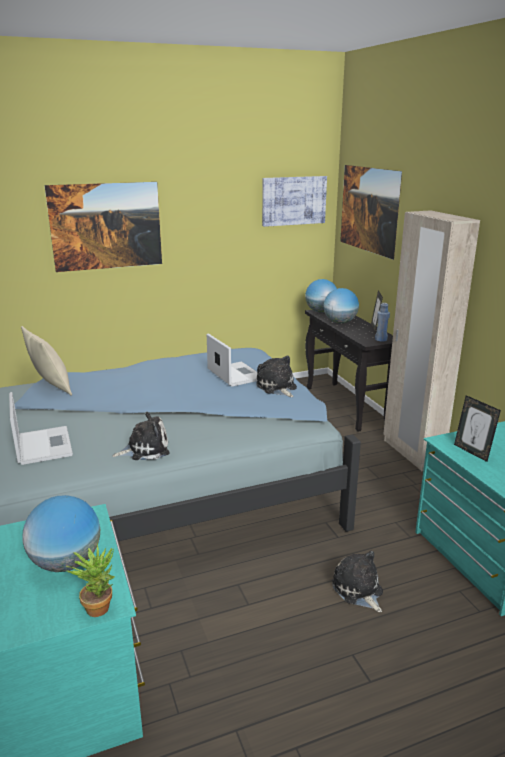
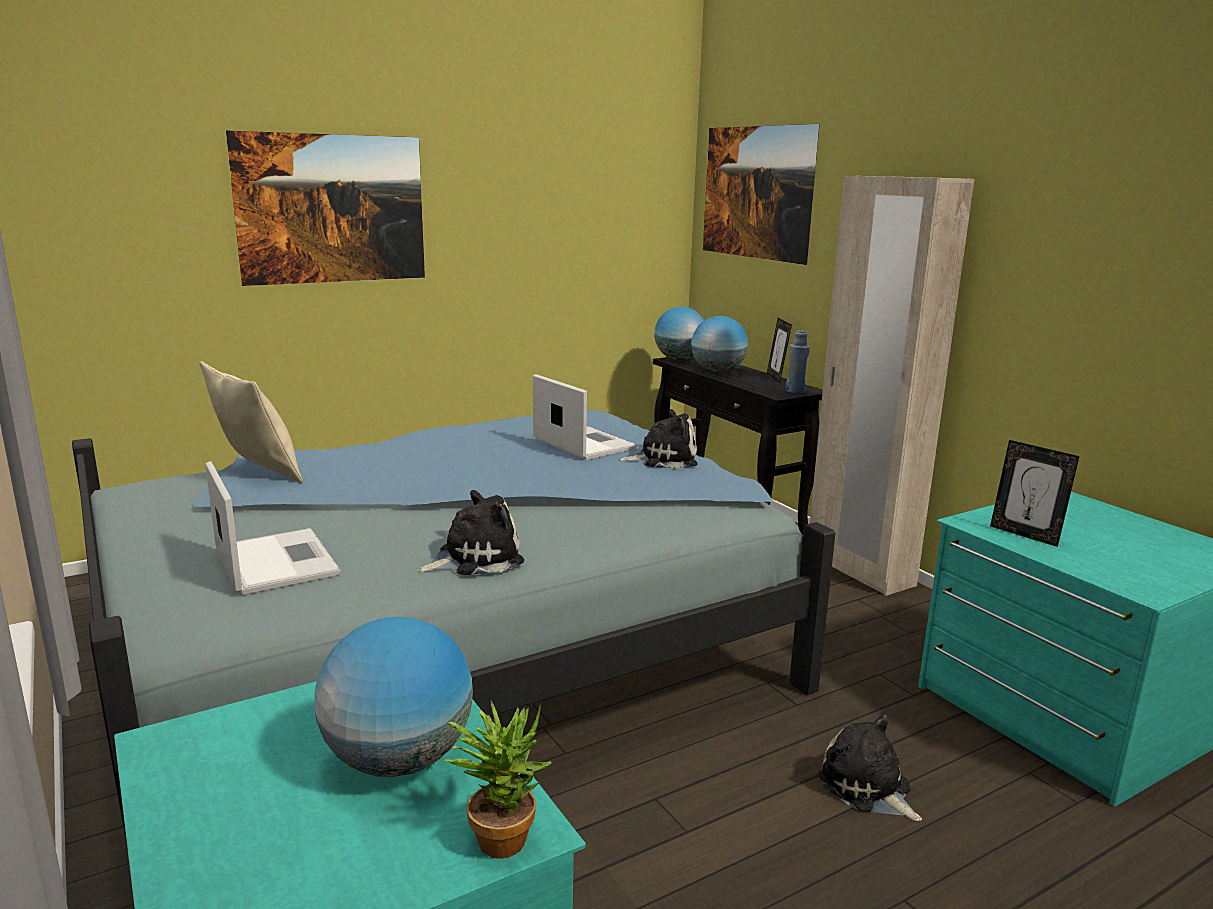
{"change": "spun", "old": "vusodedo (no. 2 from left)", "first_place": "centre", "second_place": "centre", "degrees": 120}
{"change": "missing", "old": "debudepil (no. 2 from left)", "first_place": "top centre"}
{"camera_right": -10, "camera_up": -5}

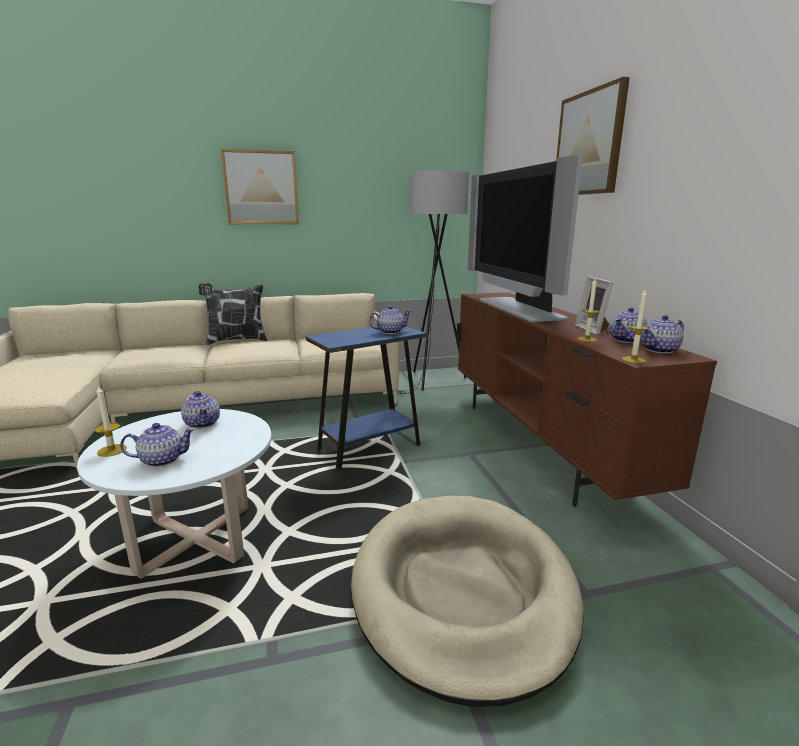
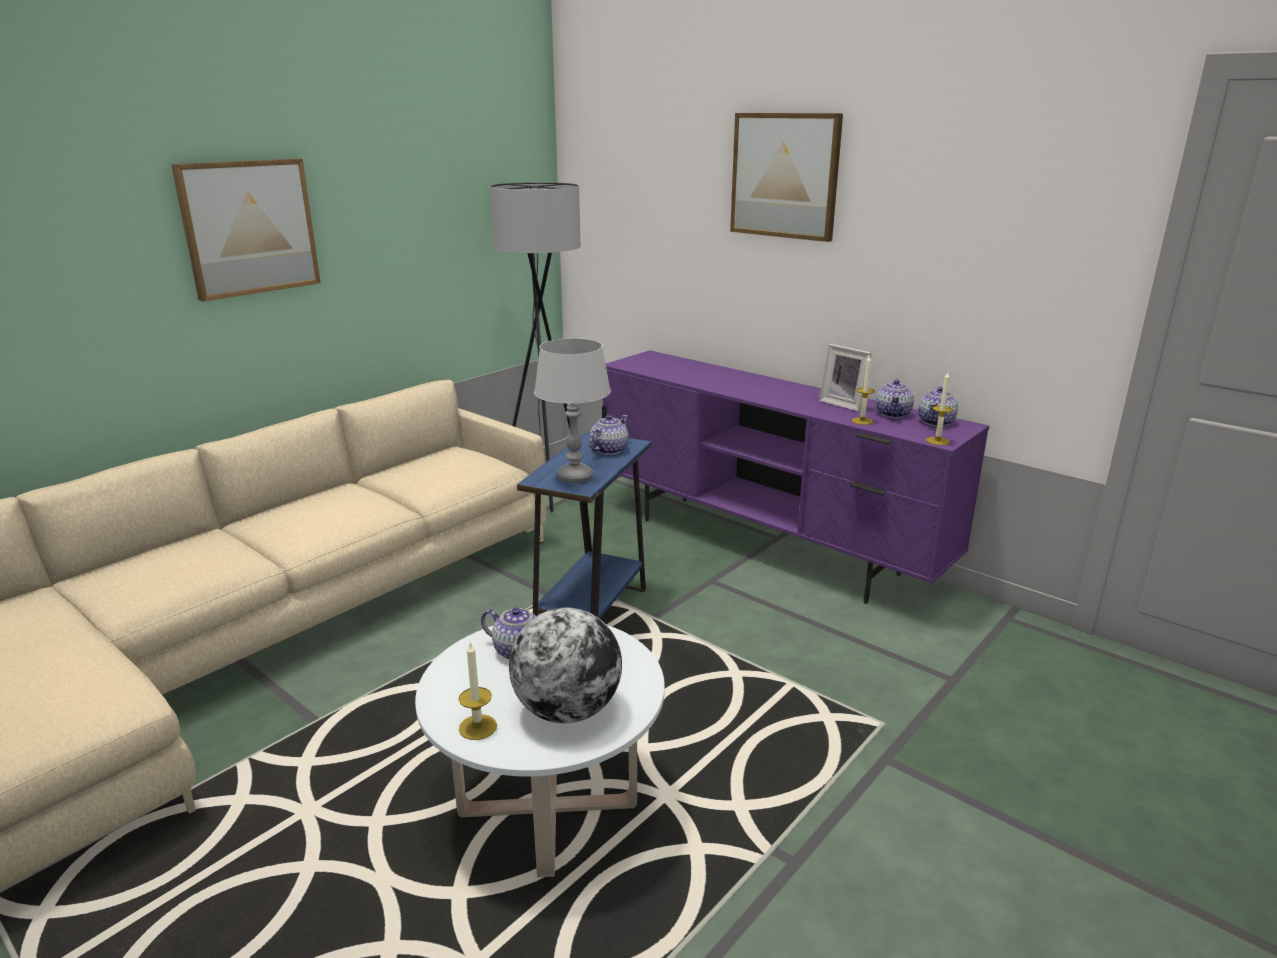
{"change": "exchanged", "old": "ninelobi (no. 1 from left)", "new": "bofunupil", "first_place": "middle left", "second_place": "bottom centre"}
{"change": "appeared", "new": "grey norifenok", "second_place": "centre"}
{"change": "colour", "old": "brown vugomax", "new": "purple vugomax", "first_place": "middle right", "second_place": "centre"}
{"change": "missing", "old": "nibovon", "first_place": "middle left"}
{"change": "missing", "old": "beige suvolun", "first_place": "bottom centre"}
{"change": "missing", "old": "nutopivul", "first_place": "top centre"}
{"camera_right": -35, "camera_up": 5}

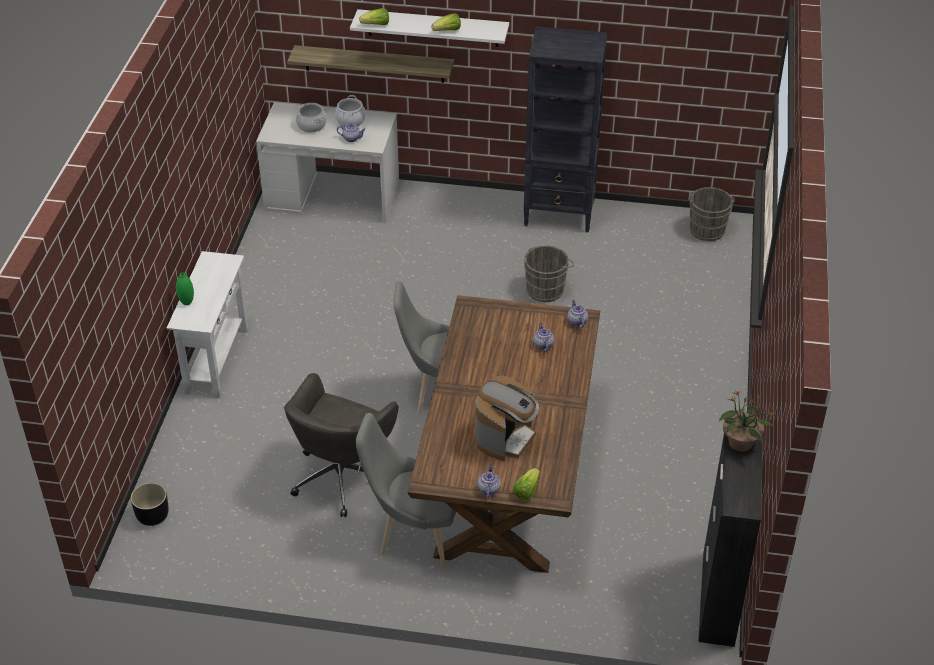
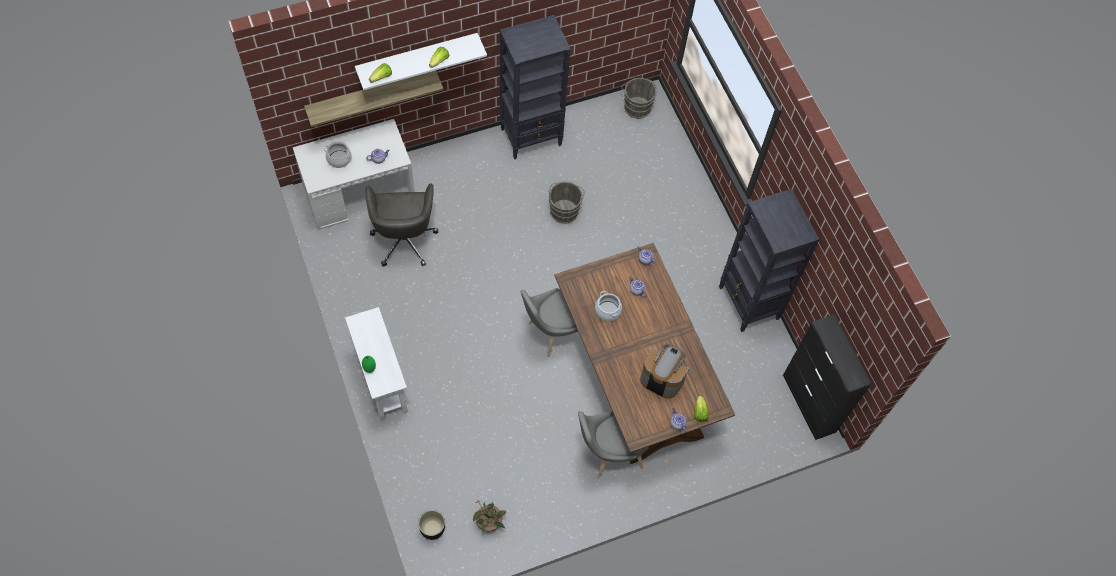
{"change": "relocated", "old": "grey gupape", "first_place": "bottom centre", "second_place": "centre"}
{"change": "relocated", "old": "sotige", "first_place": "middle right", "second_place": "bottom centre"}
{"change": "relocated", "old": "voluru (no. 2 from left)", "first_place": "top centre", "second_place": "centre"}
{"change": "spun", "old": "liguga", "first_place": "centre", "second_place": "centre", "degrees": -60}
{"change": "appeared", "new": "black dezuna (no. 2 from left)", "second_place": "middle right"}
{"camera_right": -35, "camera_up": 20}

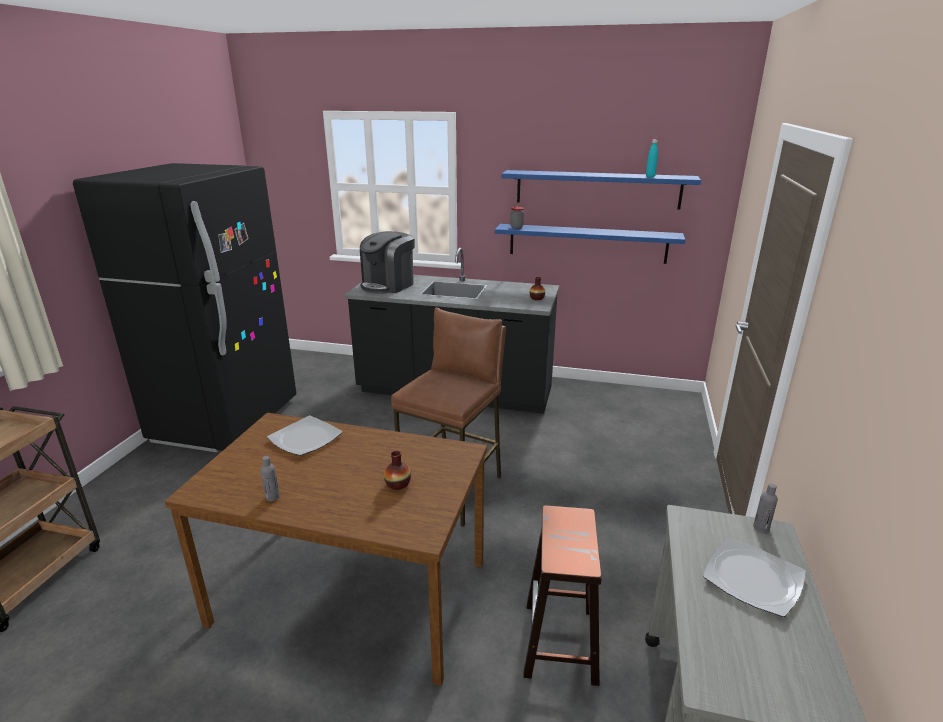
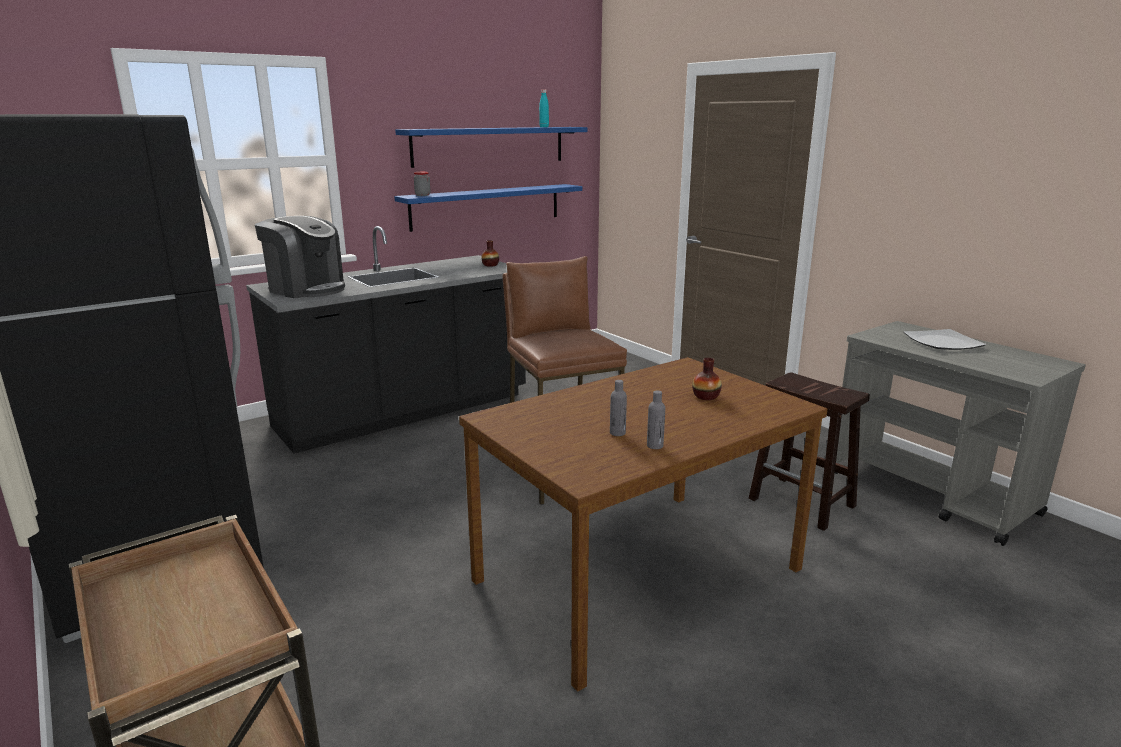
{"change": "spun", "old": "liguga", "first_place": "centre", "second_place": "middle left", "degrees": -45}
{"change": "relocated", "old": "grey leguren (no. 2 from left in the first image)", "new": "grey leguren (no. 1 from left)", "first_place": "bottom right", "second_place": "centre"}
{"change": "missing", "old": "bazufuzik (no. 1 from left)", "first_place": "middle left"}
{"camera_right": -50, "camera_up": -5}

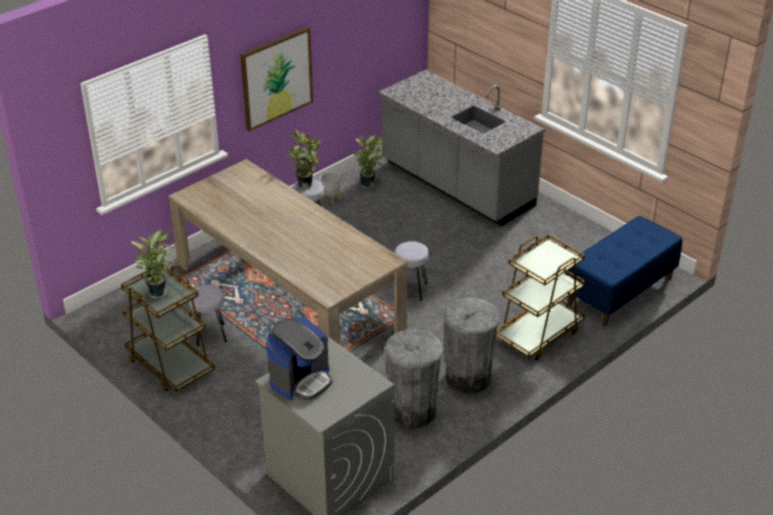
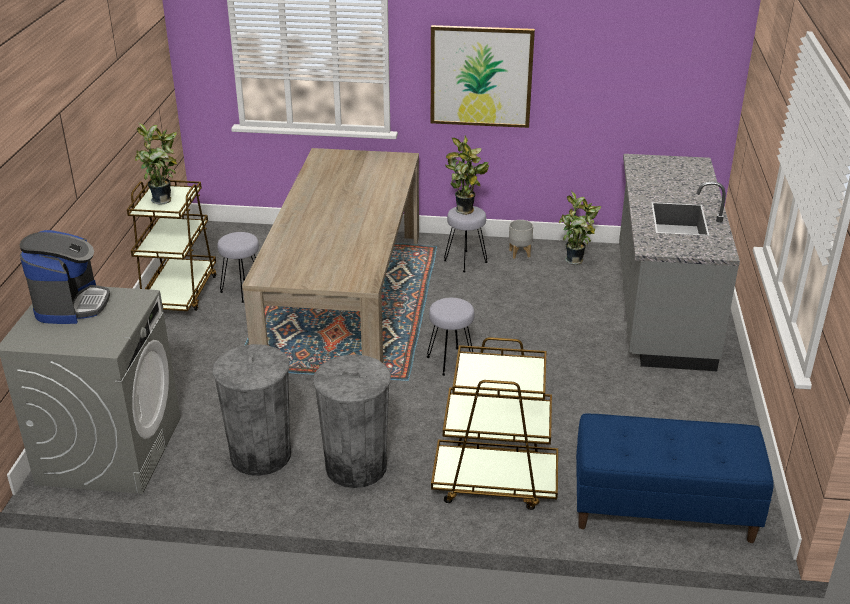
{"change": "spun", "old": "liguga", "first_place": "bottom centre", "second_place": "middle left", "degrees": -90}
{"camera_right": 50, "camera_up": -5}

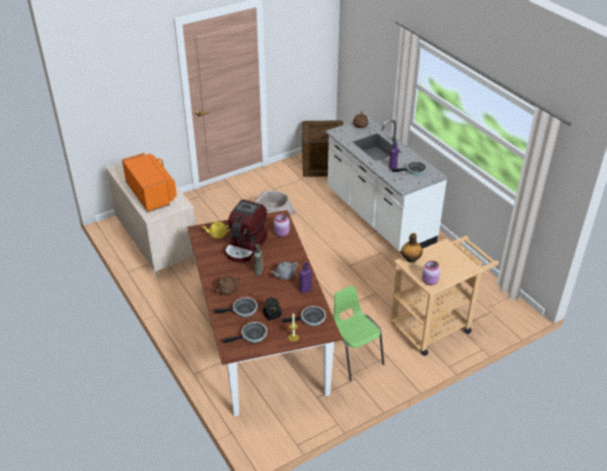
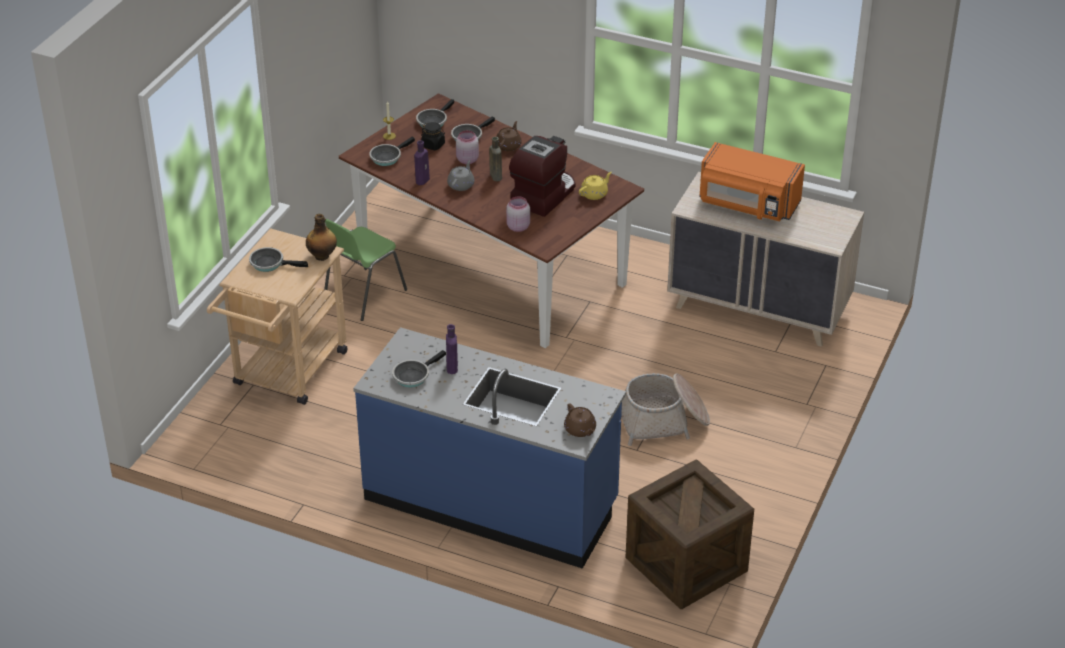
{"change": "appeared", "new": "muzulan (no. 1 from left)", "second_place": "middle left"}
{"change": "spun", "old": "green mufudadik", "first_place": "bottom centre", "second_place": "centre", "degrees": 105}
{"change": "colour", "old": "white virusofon", "new": "blue virusofon", "first_place": "centre", "second_place": "bottom centre"}
{"change": "relocated", "old": "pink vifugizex (no. 2 from left in the first image)", "new": "pink vifugizex (no. 1 from left)", "first_place": "middle right", "second_place": "top centre"}
{"change": "spun", "old": "liguga", "first_place": "centre", "second_place": "top centre", "degrees": 45}
{"camera_right": 145, "camera_up": 0}

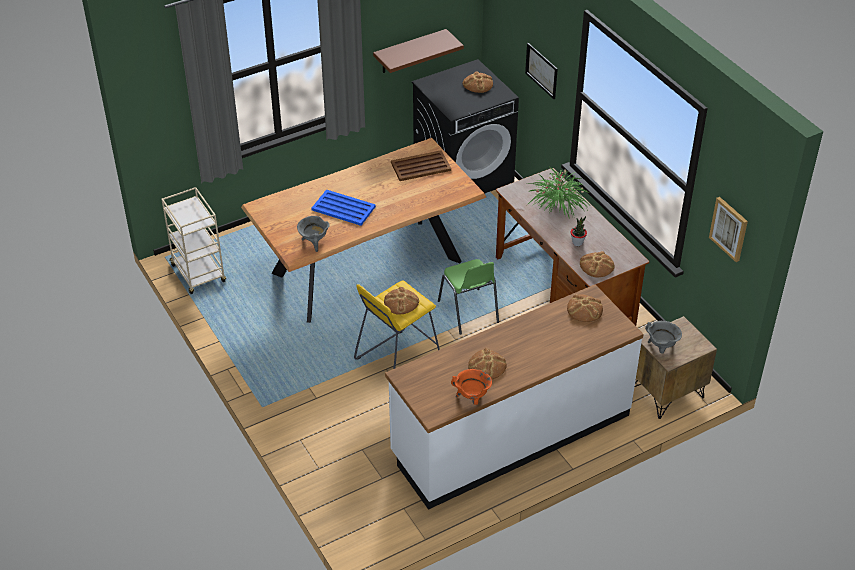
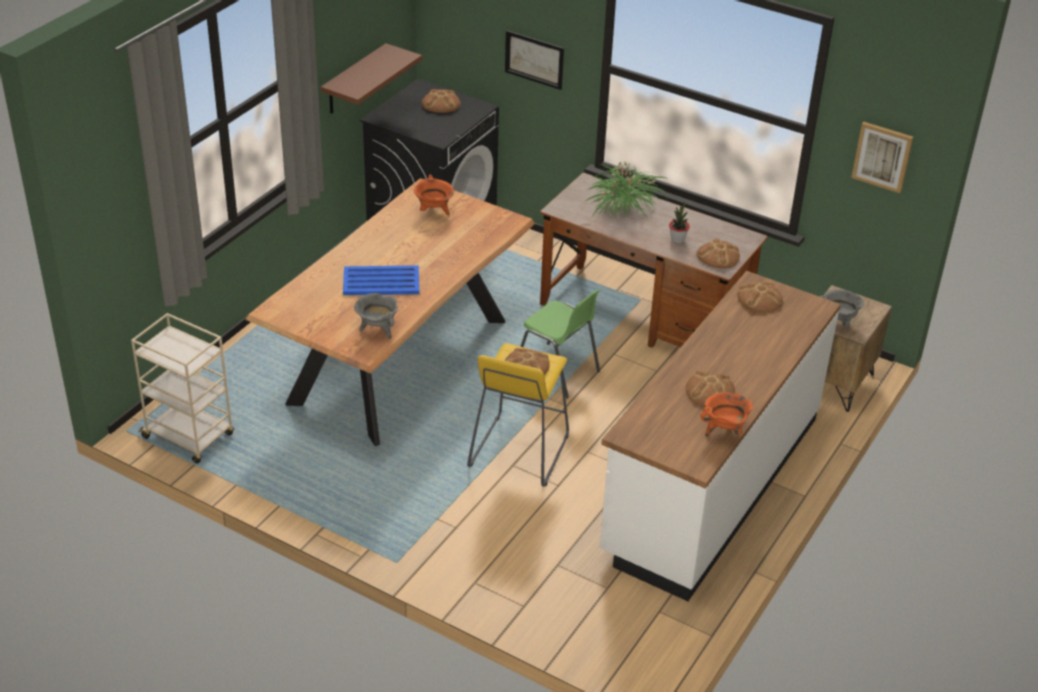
{"change": "exchanged", "old": "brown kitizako", "new": "orange voluru (no. 1 from left)", "first_place": "top centre", "second_place": "top centre"}
{"camera_right": -30, "camera_up": -5}

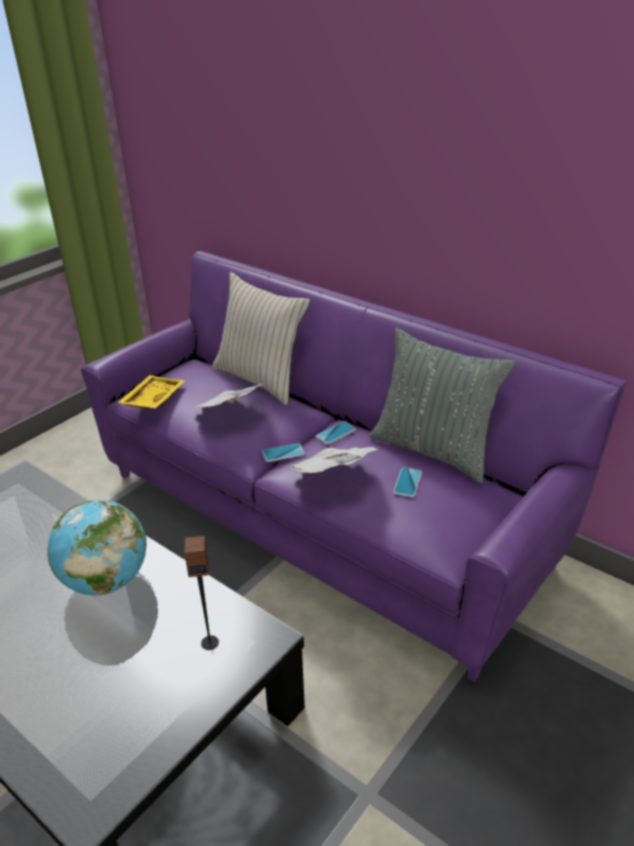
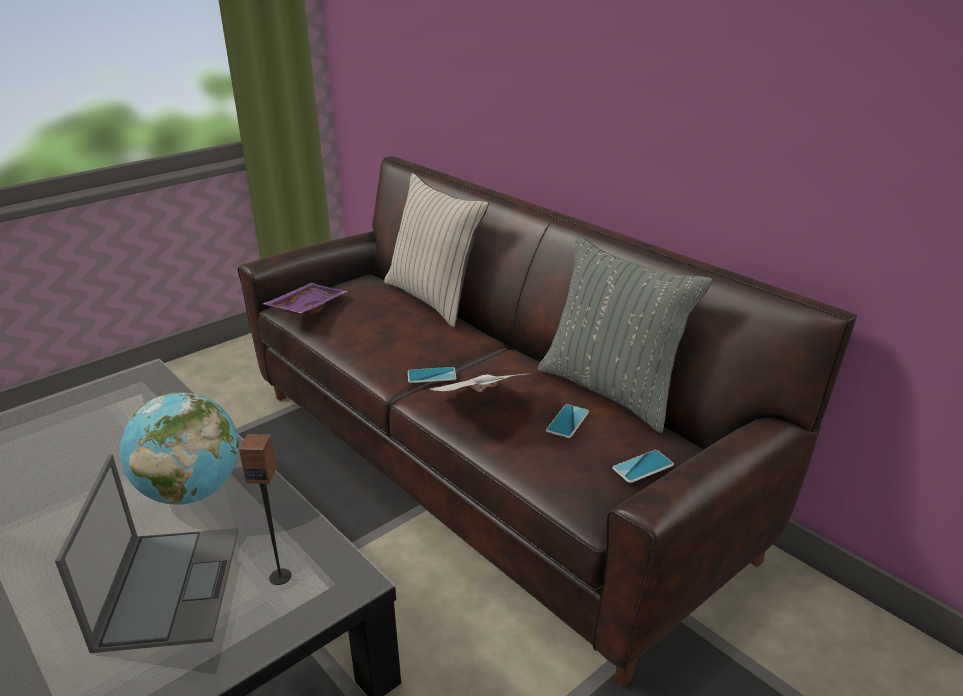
{"change": "appeared", "new": "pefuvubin", "second_place": "bottom left"}
{"change": "colour", "old": "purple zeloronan", "new": "brown zeloronan", "first_place": "centre", "second_place": "centre"}
{"change": "colour", "old": "yellow kitizako", "new": "purple kitizako", "first_place": "middle left", "second_place": "middle left"}
{"change": "relocated", "old": "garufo (no. 2 from left in the first image)", "new": "garufo (no. 3 from left)", "first_place": "centre", "second_place": "bottom right"}
{"change": "missing", "old": "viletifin (no. 1 from left)", "first_place": "centre"}
{"camera_right": 10, "camera_up": -5}

